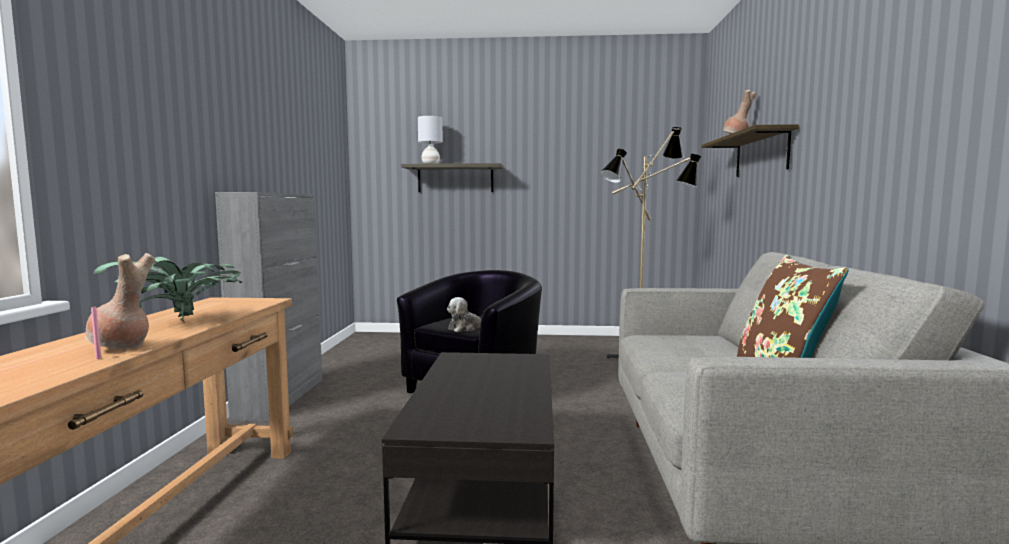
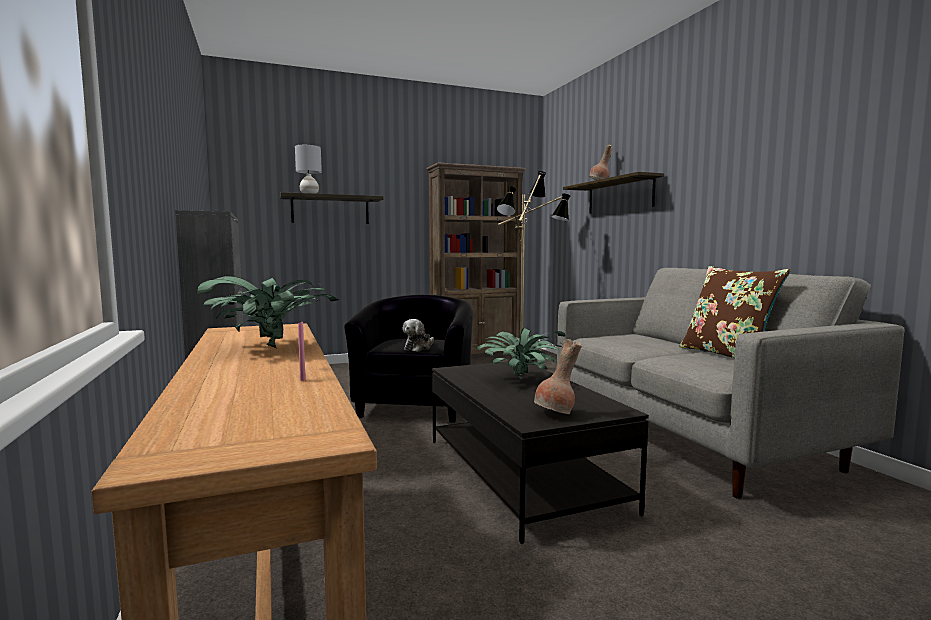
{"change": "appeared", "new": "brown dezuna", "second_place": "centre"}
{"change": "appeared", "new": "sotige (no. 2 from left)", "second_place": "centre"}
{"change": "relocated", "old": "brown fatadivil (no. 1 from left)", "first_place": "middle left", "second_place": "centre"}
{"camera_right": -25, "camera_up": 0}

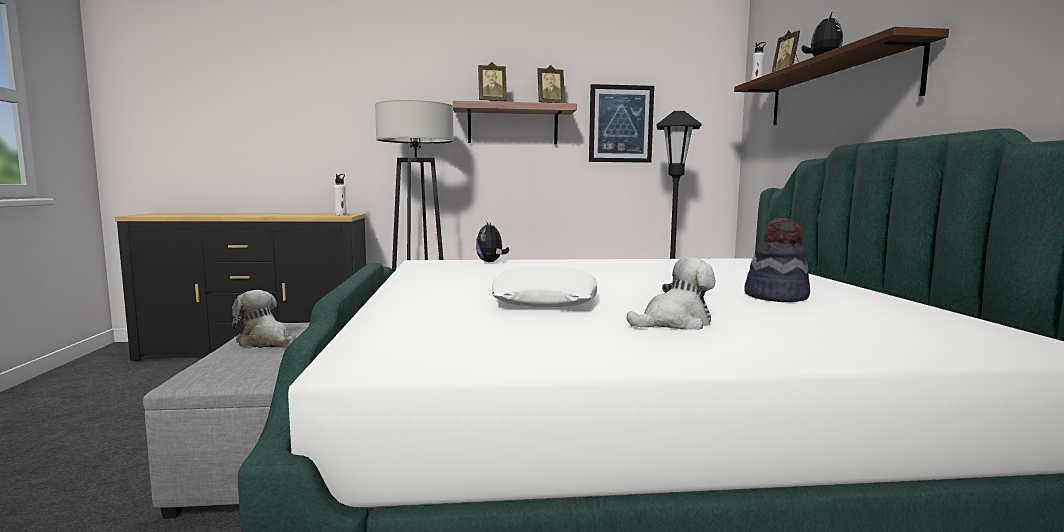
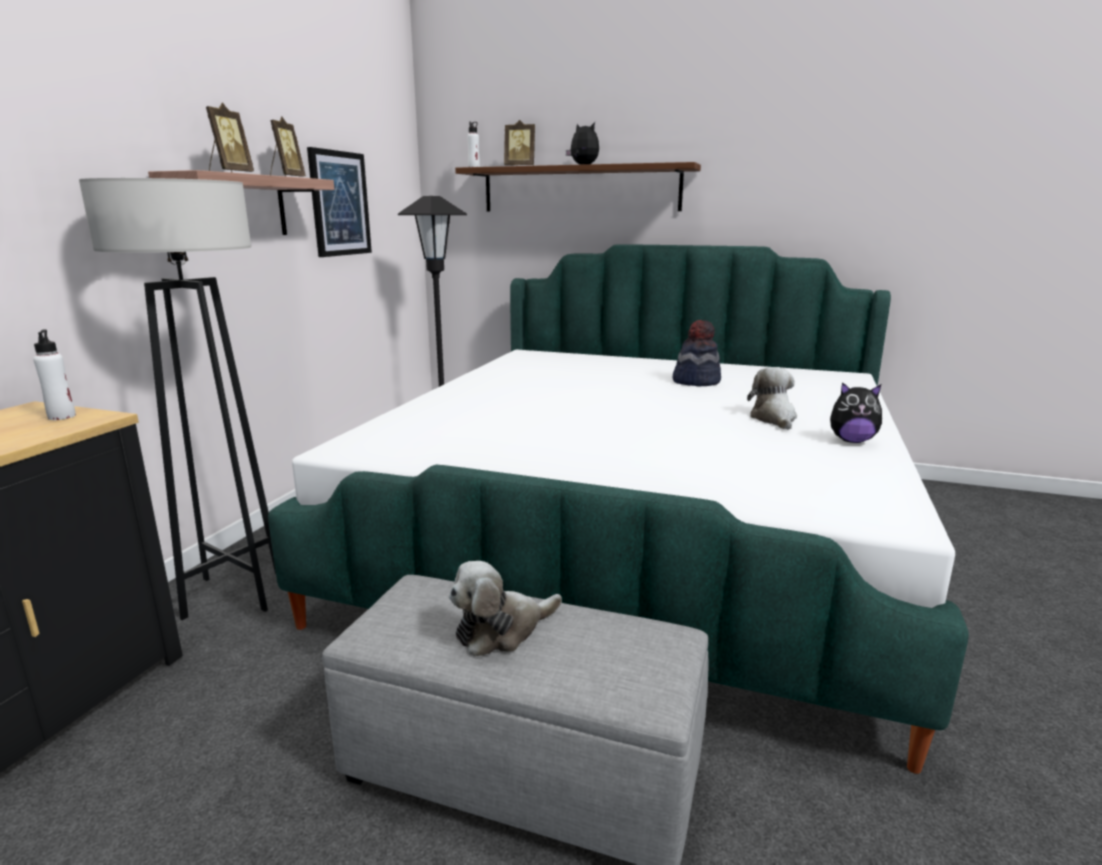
{"change": "relocated", "old": "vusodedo (no. 2 from left in the first image)", "new": "vusodedo (no. 4 from left)", "first_place": "centre", "second_place": "middle right"}
{"change": "missing", "old": "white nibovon", "first_place": "centre"}
{"camera_right": -65, "camera_up": 10}

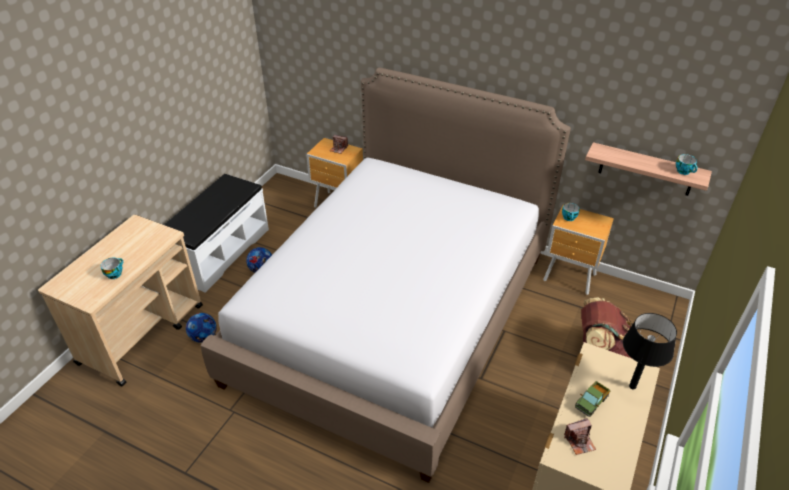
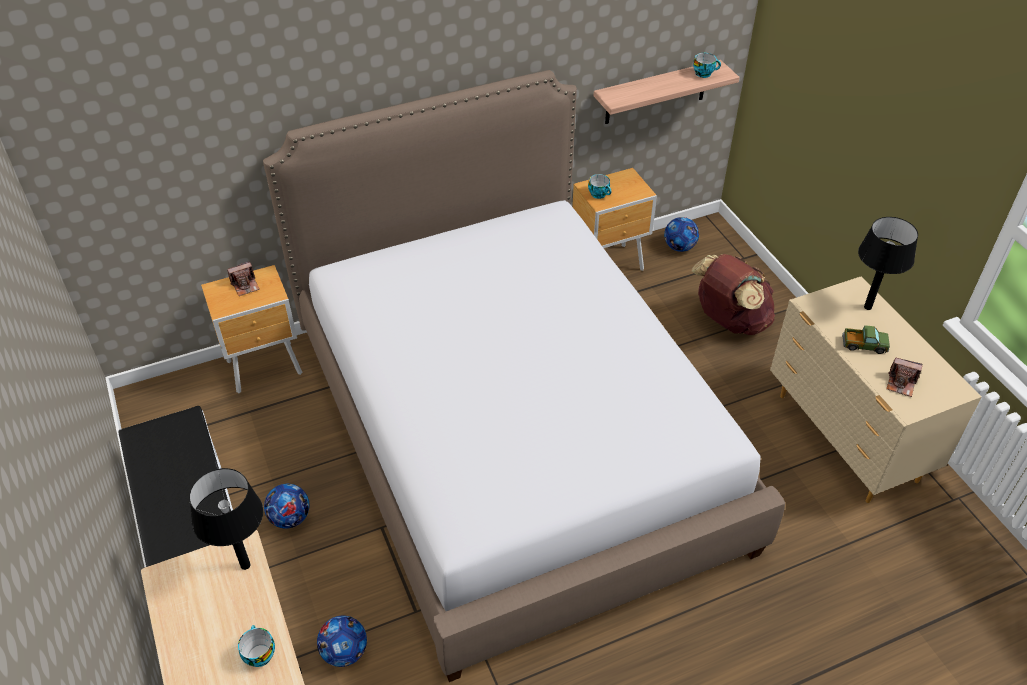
{"change": "appeared", "new": "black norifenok (no. 1 from left)", "second_place": "bottom left"}
{"change": "appeared", "new": "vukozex (no. 3 from left)", "second_place": "centre"}
{"change": "spun", "old": "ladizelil", "first_place": "bottom right", "second_place": "middle right", "degrees": -75}
{"change": "spun", "old": "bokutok (no. 2 from left)", "first_place": "bottom right", "second_place": "middle right", "degrees": 90}
{"camera_right": -50, "camera_up": 5}

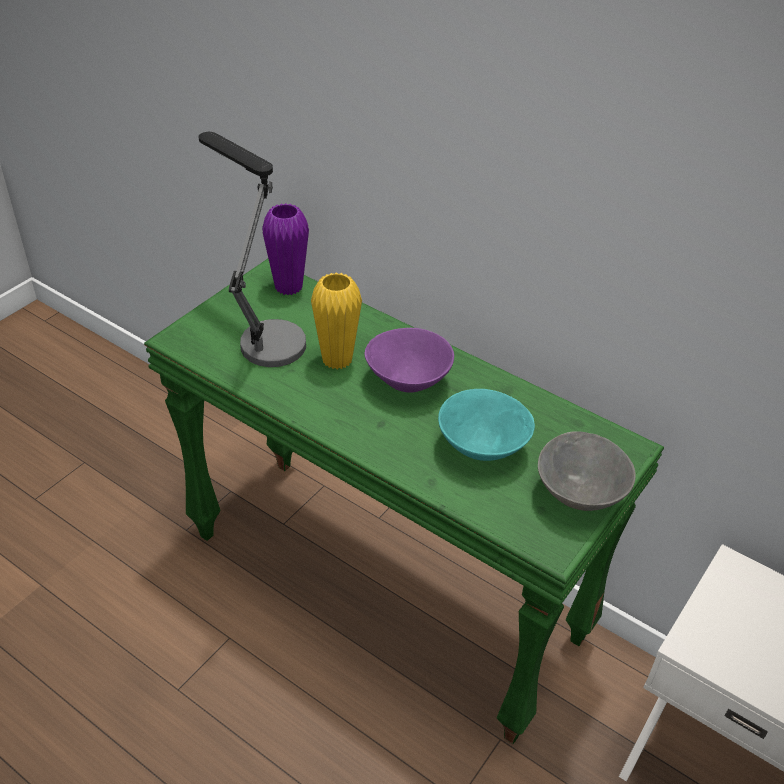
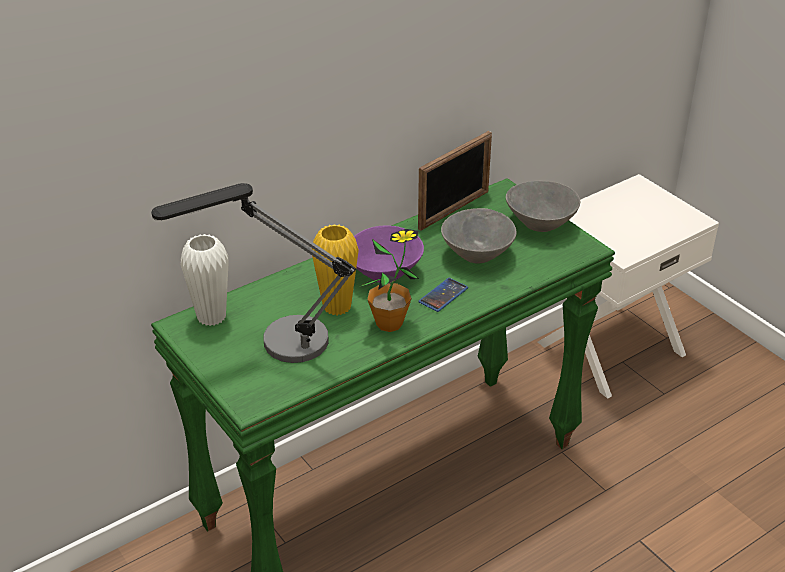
{"change": "colour", "old": "purple fatadivil", "new": "white fatadivil", "first_place": "top centre", "second_place": "middle left"}
{"change": "appeared", "new": "sotige", "second_place": "centre"}
{"change": "appeared", "new": "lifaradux", "second_place": "top centre"}
{"change": "appeared", "new": "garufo", "second_place": "centre"}
{"change": "colour", "old": "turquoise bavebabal", "new": "grey bavebabal (no. 1 from left)", "first_place": "centre", "second_place": "centre"}
{"camera_right": -70, "camera_up": -5}

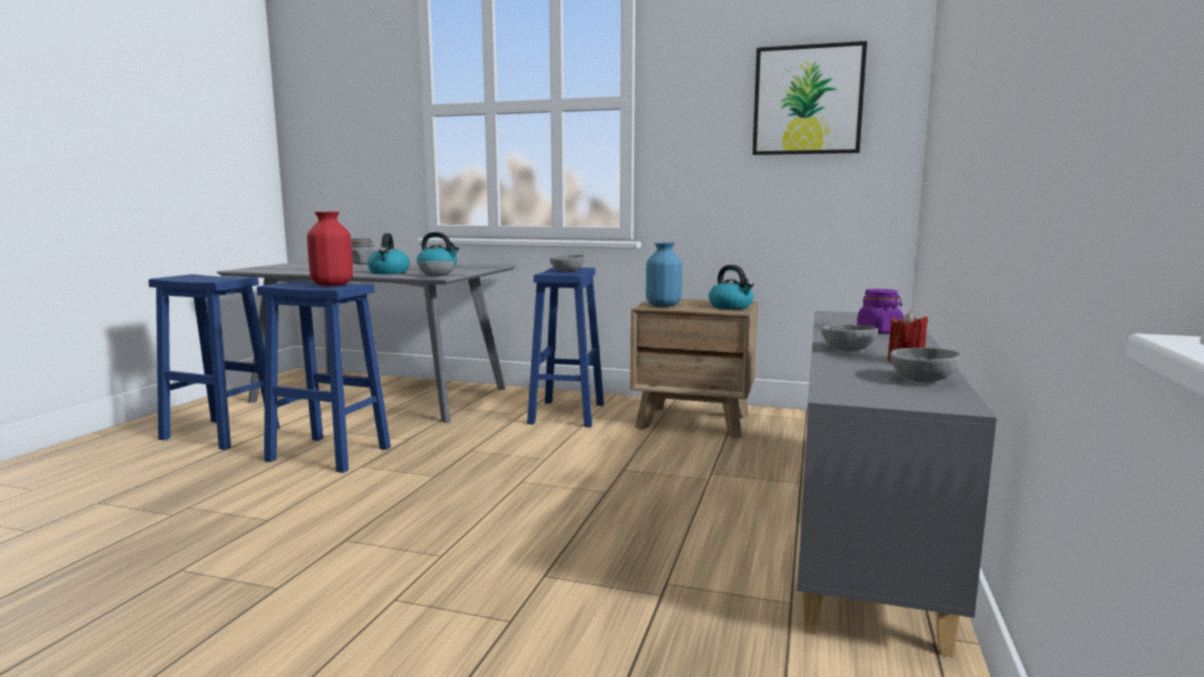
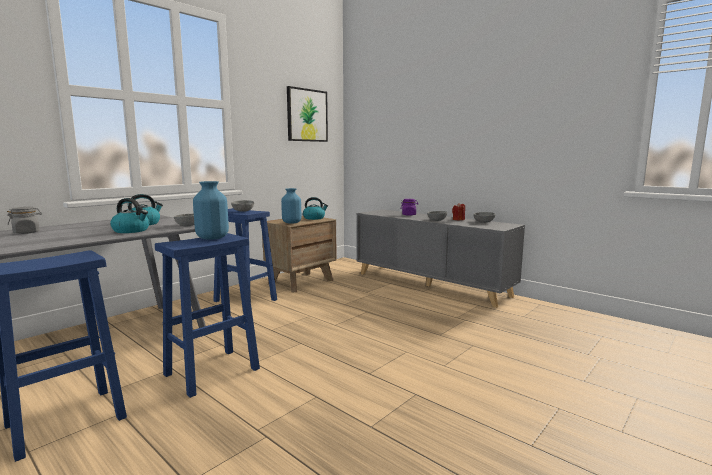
{"change": "colour", "old": "red fatadivil", "new": "blue fatadivil (no. 1 from left)", "first_place": "middle left", "second_place": "middle left"}
{"camera_right": -65, "camera_up": 0}

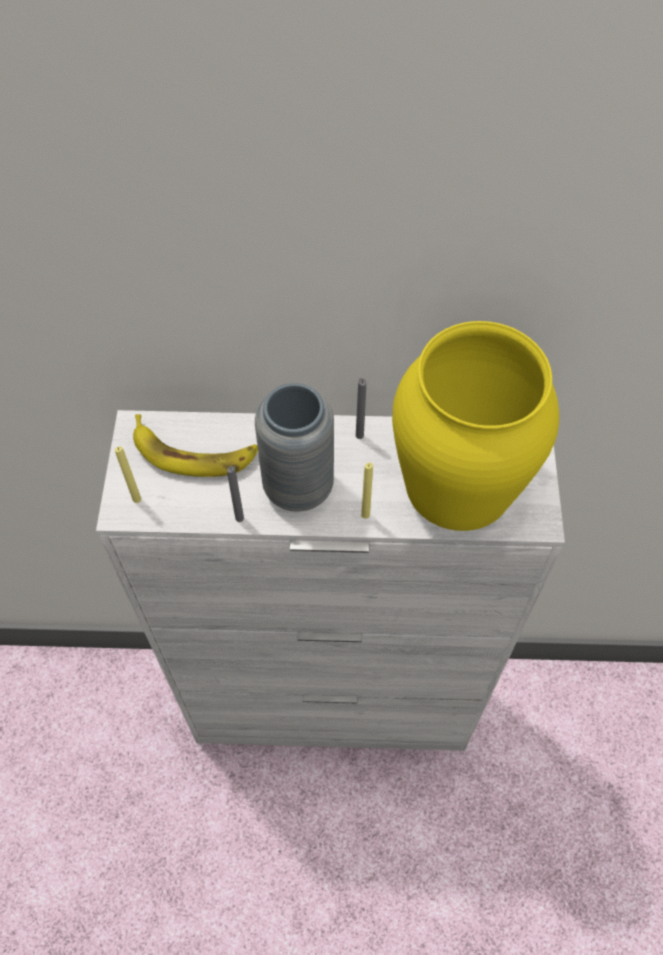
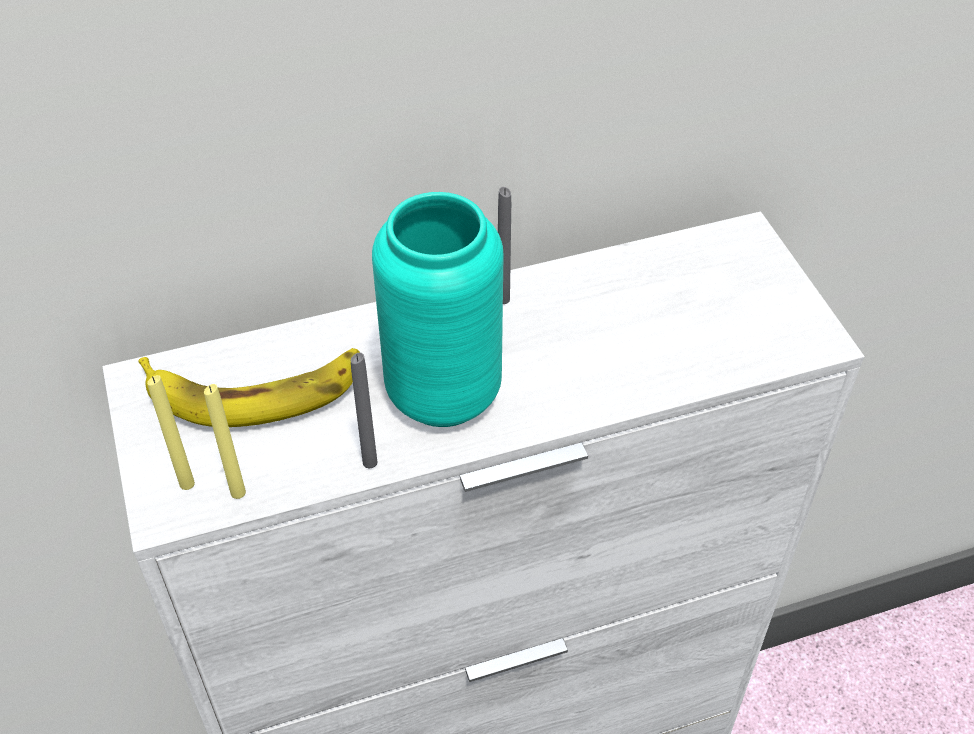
{"change": "relocated", "old": "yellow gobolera (no. 2 from left)", "first_place": "centre", "second_place": "middle left"}
{"change": "colour", "old": "grey fatadivil", "new": "turquoise fatadivil", "first_place": "centre", "second_place": "centre"}
{"change": "missing", "old": "yellow fatadivil", "first_place": "middle right"}
{"camera_right": -20, "camera_up": -10}

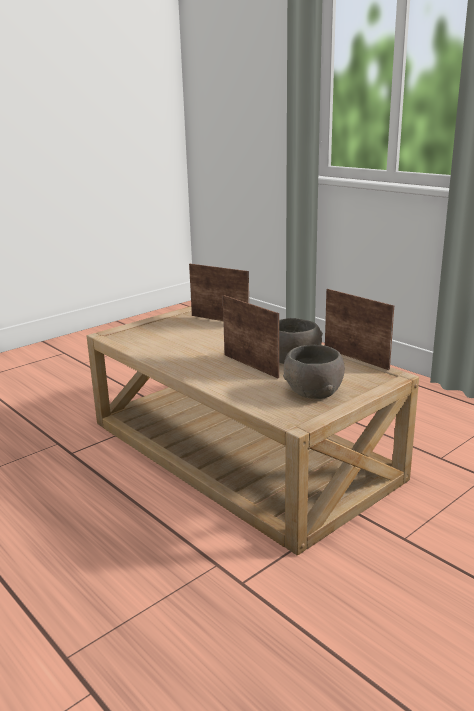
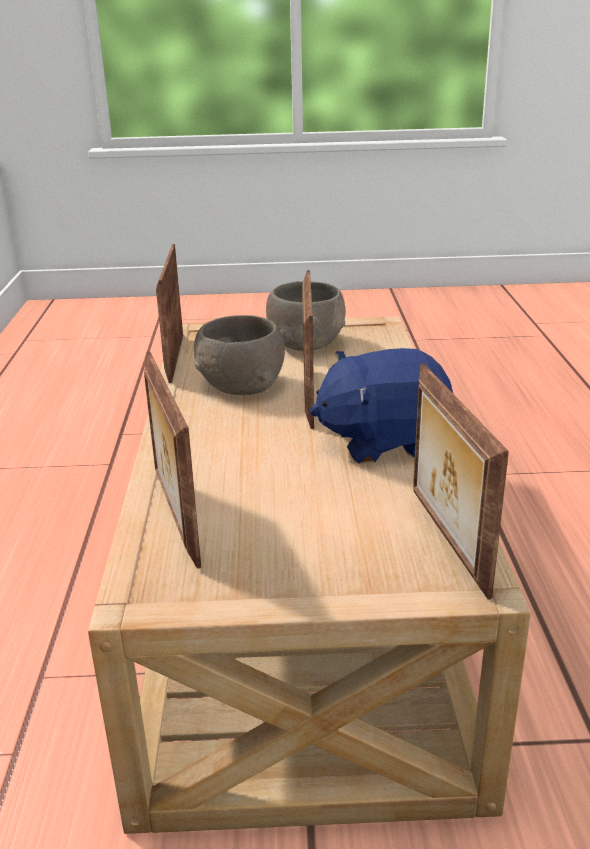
{"change": "appeared", "new": "blue vusodedo", "second_place": "centre"}
{"change": "appeared", "new": "lifaradux (no. 4 from left)", "second_place": "middle right"}
{"camera_right": -140, "camera_up": 5}

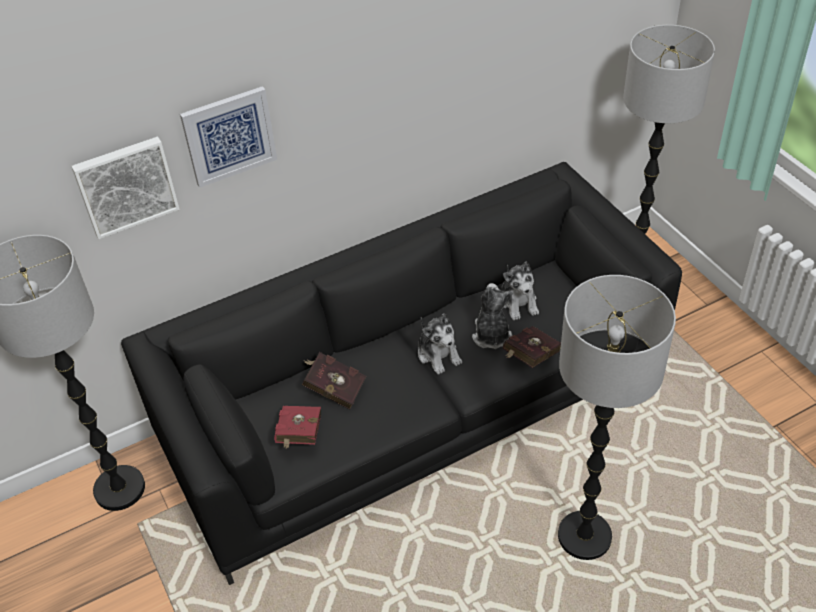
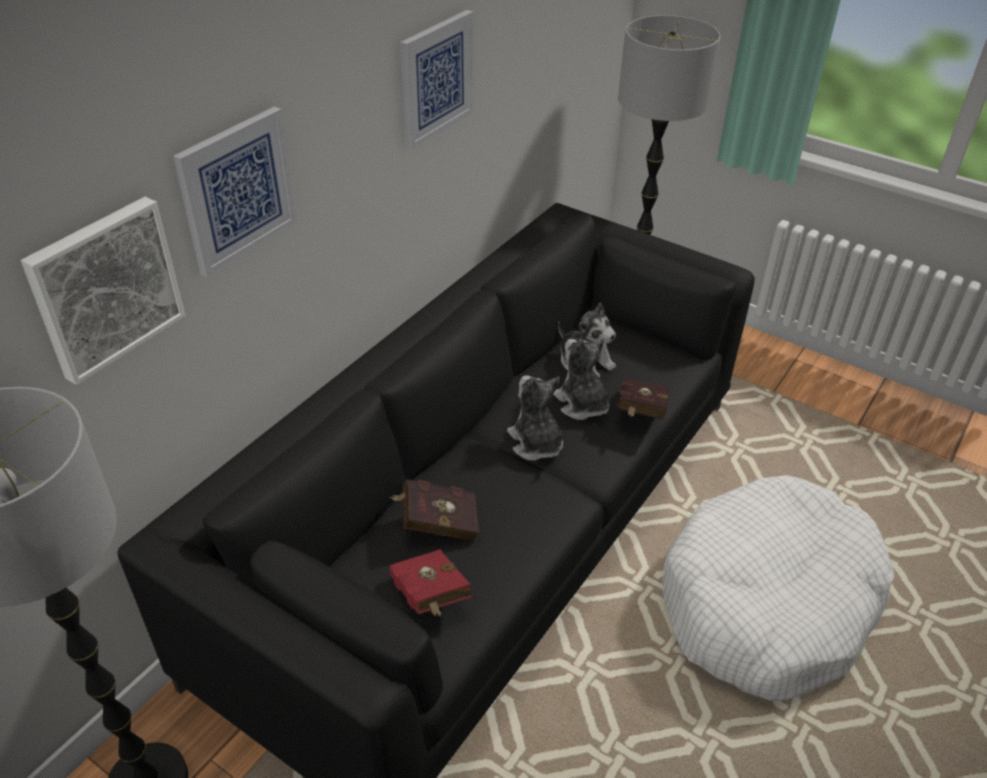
{"change": "appeared", "new": "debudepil (no. 3 from left)", "second_place": "top centre"}
{"change": "spun", "old": "vusodedo (no. 1 from left)", "first_place": "centre", "second_place": "centre", "degrees": -150}
{"change": "exchanged", "old": "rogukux (no. 2 from left)", "new": "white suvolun", "first_place": "bottom right", "second_place": "bottom right"}
{"camera_right": -30, "camera_up": -5}

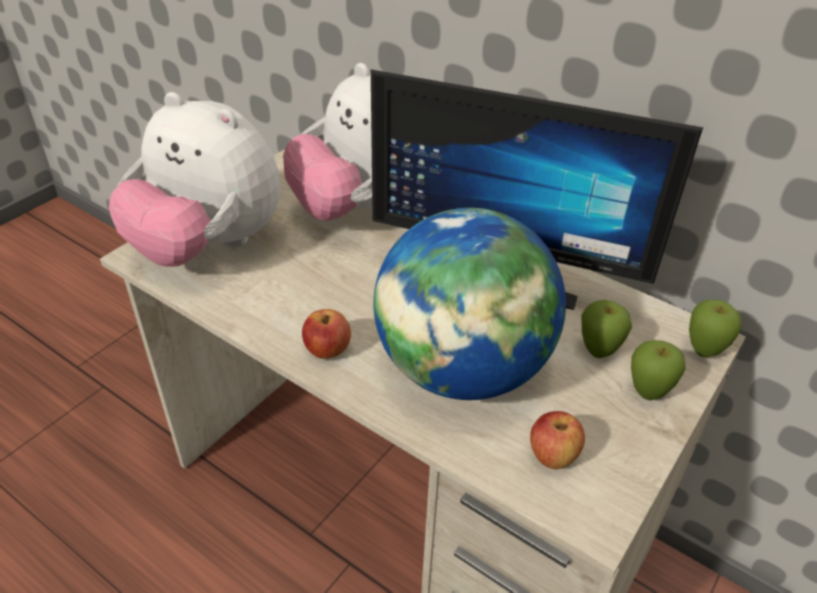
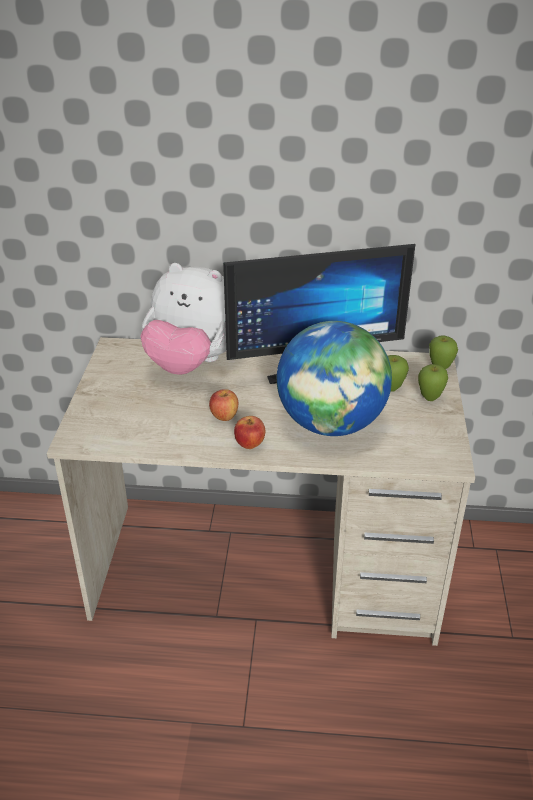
{"change": "relocated", "old": "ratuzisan (no. 2 from left in the first image)", "new": "ratuzisan (no. 1 from left)", "first_place": "bottom right", "second_place": "centre"}
{"change": "missing", "old": "vusodedo (no. 1 from left)", "first_place": "top left"}
{"camera_right": -30, "camera_up": -5}

